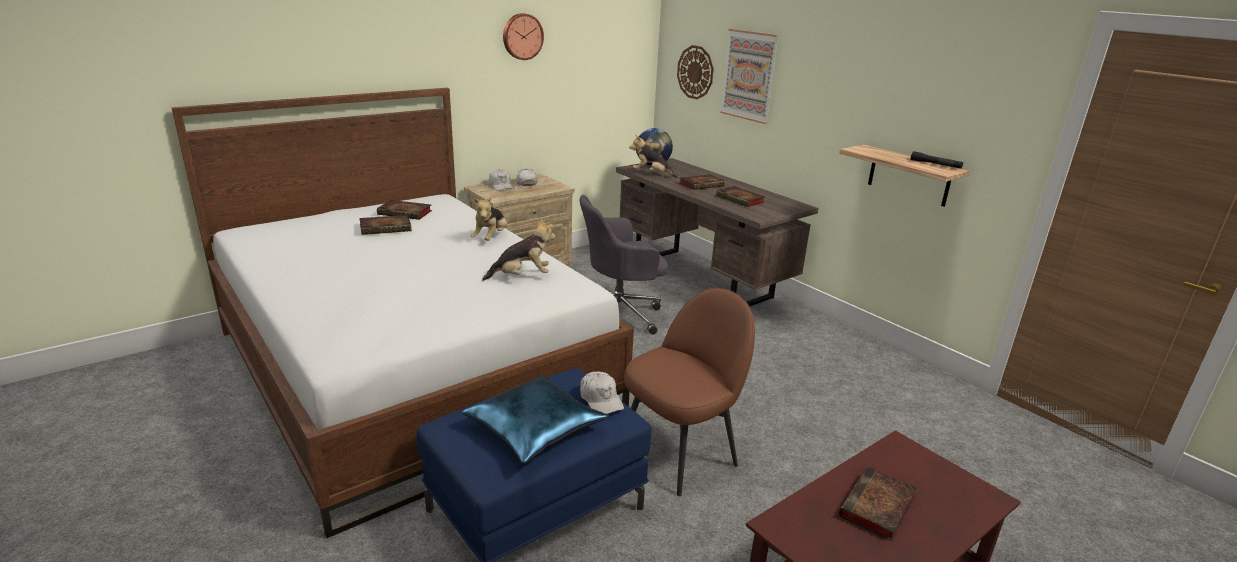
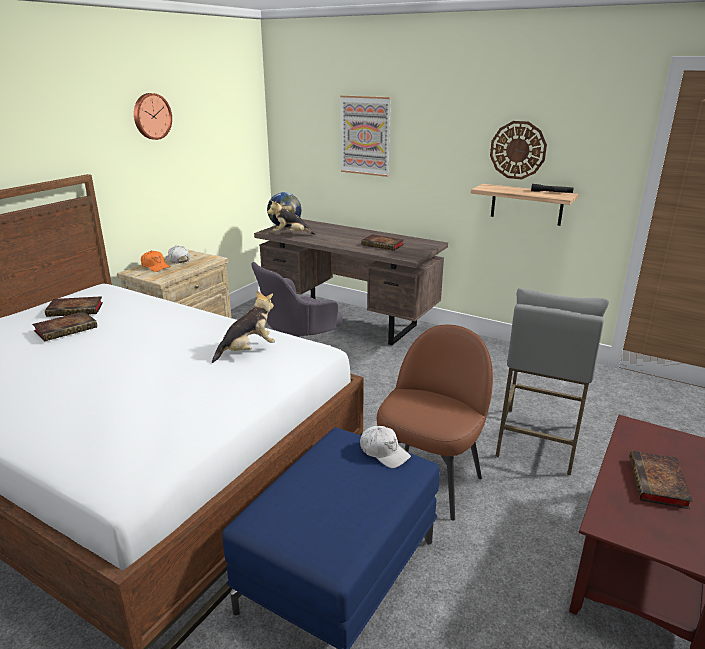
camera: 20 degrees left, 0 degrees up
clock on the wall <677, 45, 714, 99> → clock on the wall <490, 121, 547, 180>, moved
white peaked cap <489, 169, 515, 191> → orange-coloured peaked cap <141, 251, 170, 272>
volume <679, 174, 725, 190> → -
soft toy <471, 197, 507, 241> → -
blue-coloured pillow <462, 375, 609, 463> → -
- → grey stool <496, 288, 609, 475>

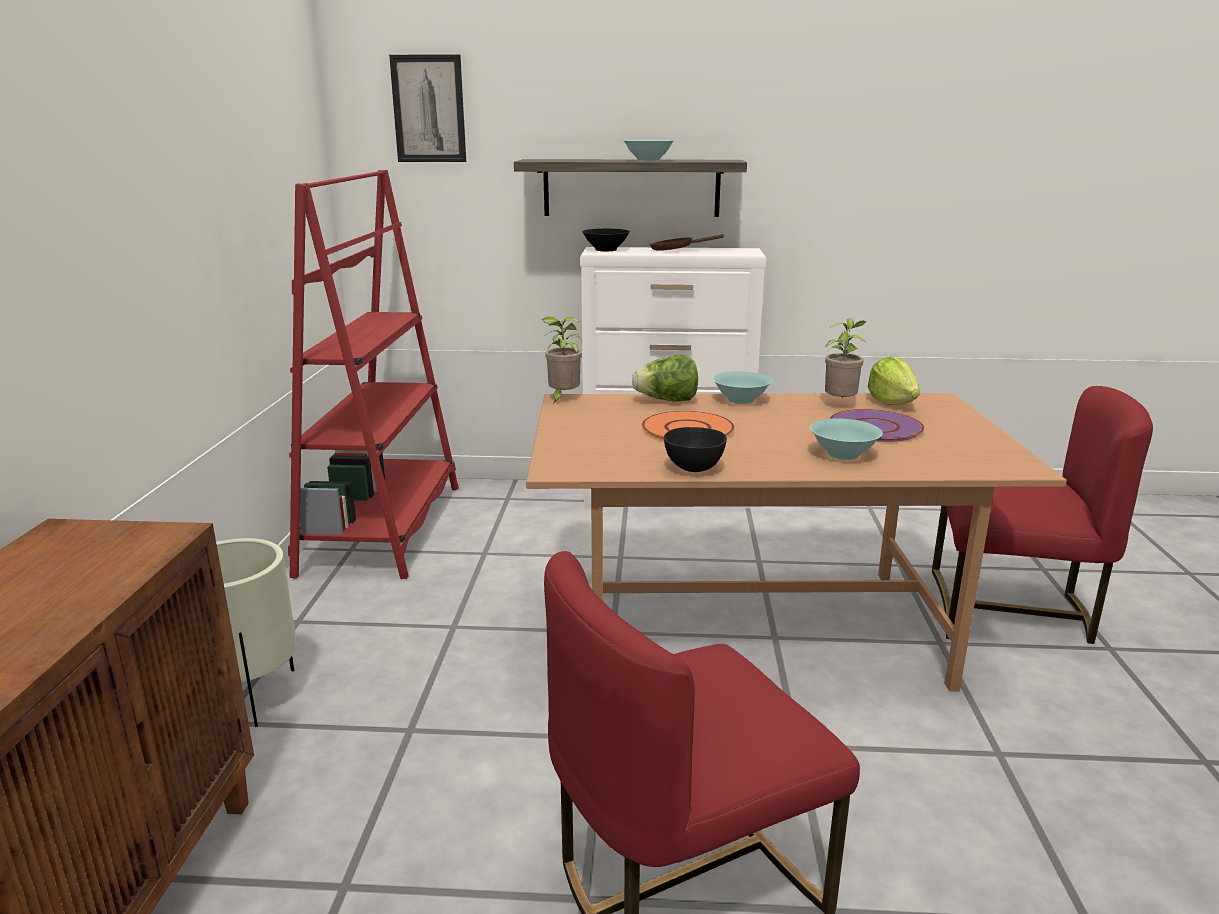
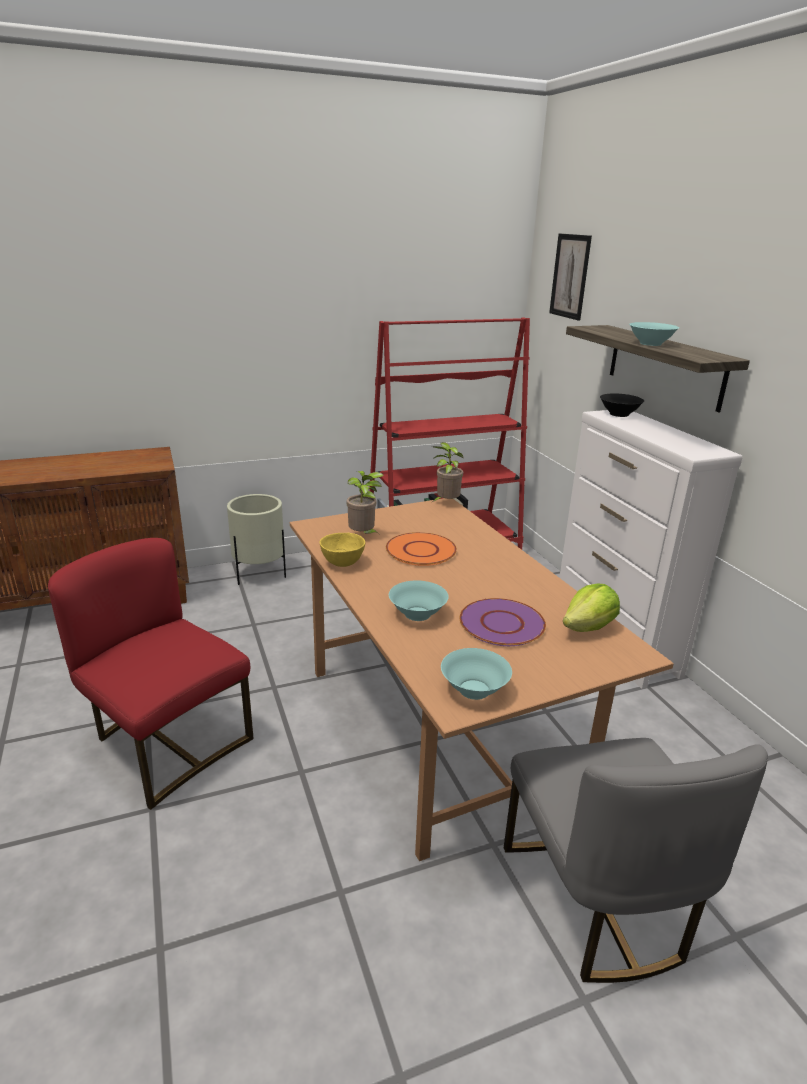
camera: 65 degrees right, 5 degrees up
brown frying pan <650, 234, 724, 251> → -
houseplant <825, 318, 866, 398> → houseplant <346, 471, 384, 535>, moved
lettuce <632, 355, 698, 402> → -
turquoise-coloured serving bowl <713, 371, 772, 404> → turquoise-coloured serving bowl <441, 648, 512, 700>, moved
red-coloured plain chair <932, 386, 1153, 644> → grey plain chair <504, 738, 768, 983>
black serving bowl <664, 427, 727, 472> → yellow-coloured serving bowl <320, 533, 365, 567>

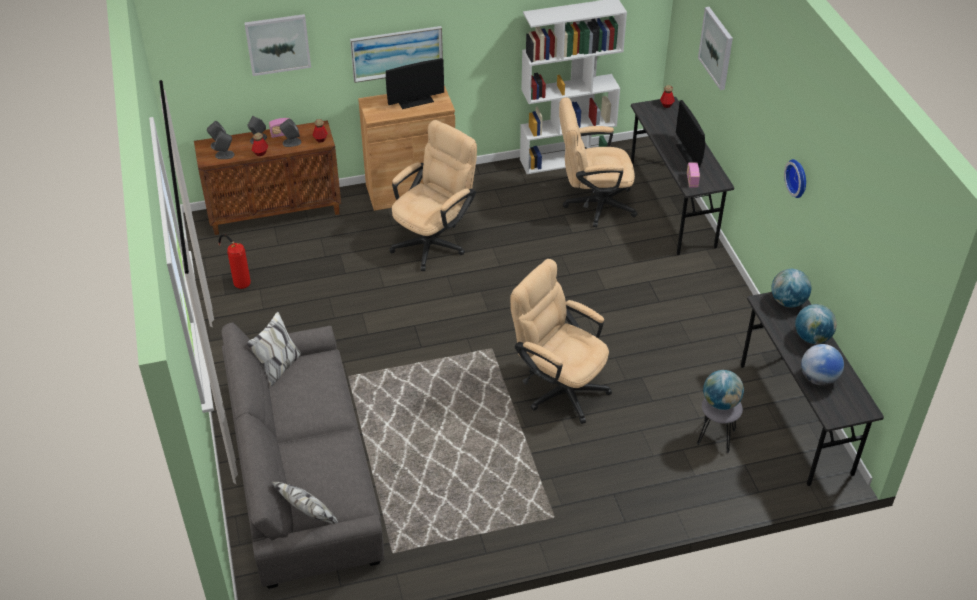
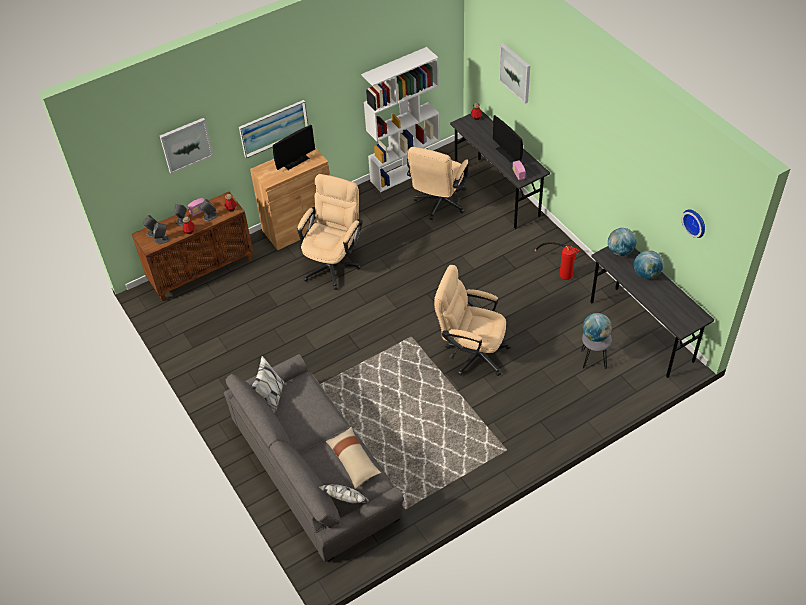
camera: 15 degrees left, 5 degrees up
beige-coloured desk chair <559, 97, 638, 227> → beige-coloured desk chair <407, 147, 469, 220>, 45 degrees counterclockwise
clock on the wall <784, 159, 806, 198> → clock on the wall <682, 209, 705, 238>, moved
extinguisher <218, 234, 251, 289> → extinguisher <535, 242, 580, 280>, moved
desk globe <801, 344, 844, 386> → -
- → beige-coloured pillow <326, 427, 381, 489>

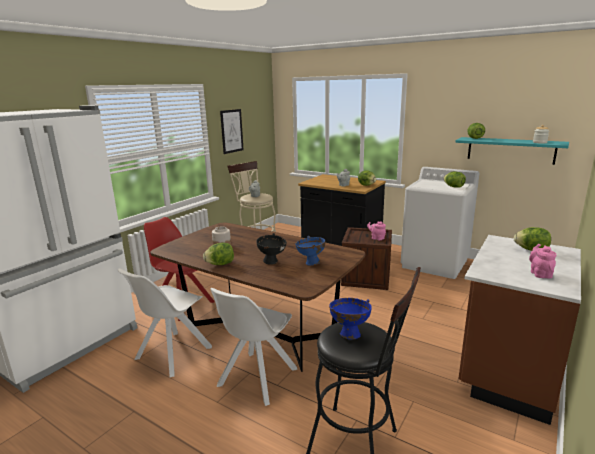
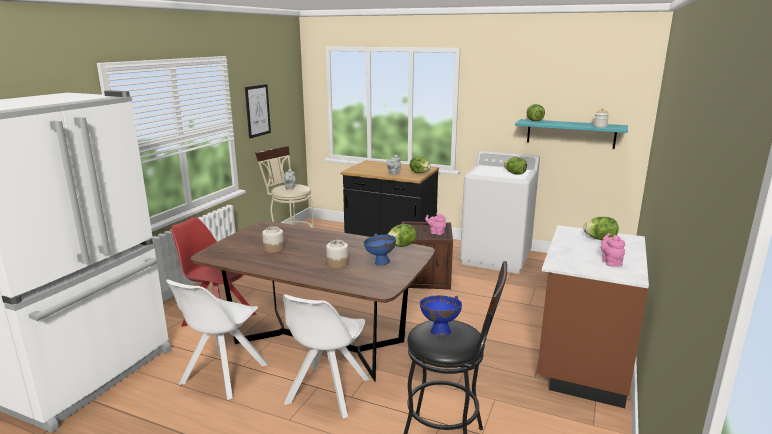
camera: 10 degrees left, 0 degrees up
black serving bowl <257, 233, 287, 265> → storage jar <326, 240, 349, 269>
lettuce <203, 243, 234, 265> → lettuce <387, 224, 416, 247>, moved

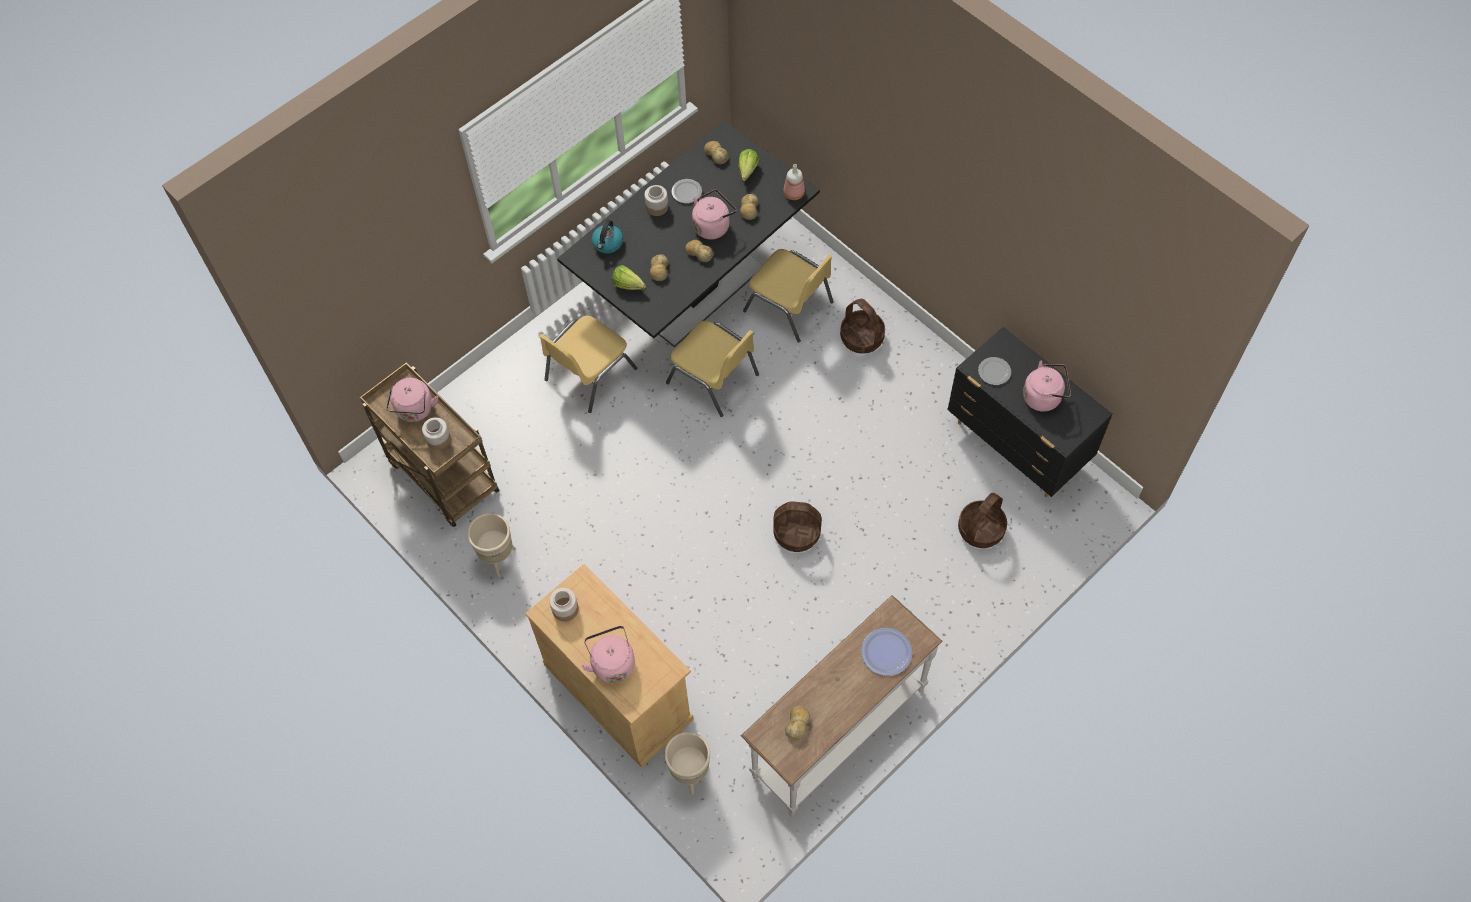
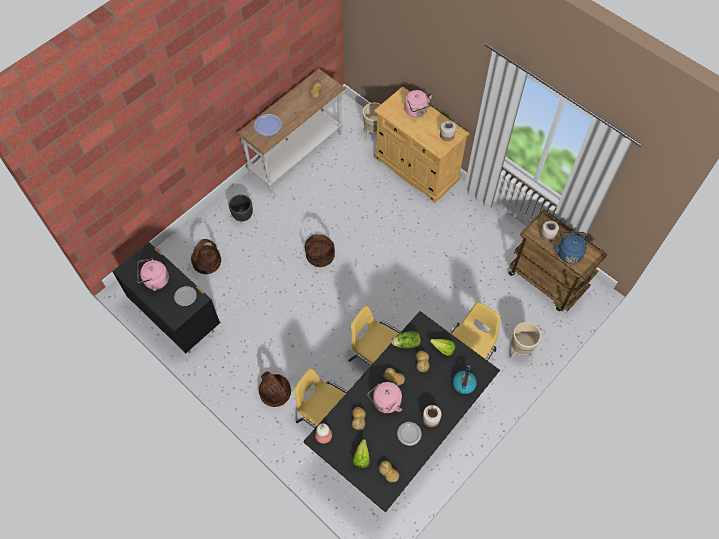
camera: 175 degrees right, 0 degrees up
pink water kettle <386, 378, 438, 422> → blue-coloured water kettle <555, 231, 587, 264>
beige-coloured flower pot <467, 513, 516, 577> → beige-coloured flower pot <510, 322, 541, 358>, moved
- → black flower pot <229, 194, 253, 222>
- → lettuce <391, 331, 421, 349>

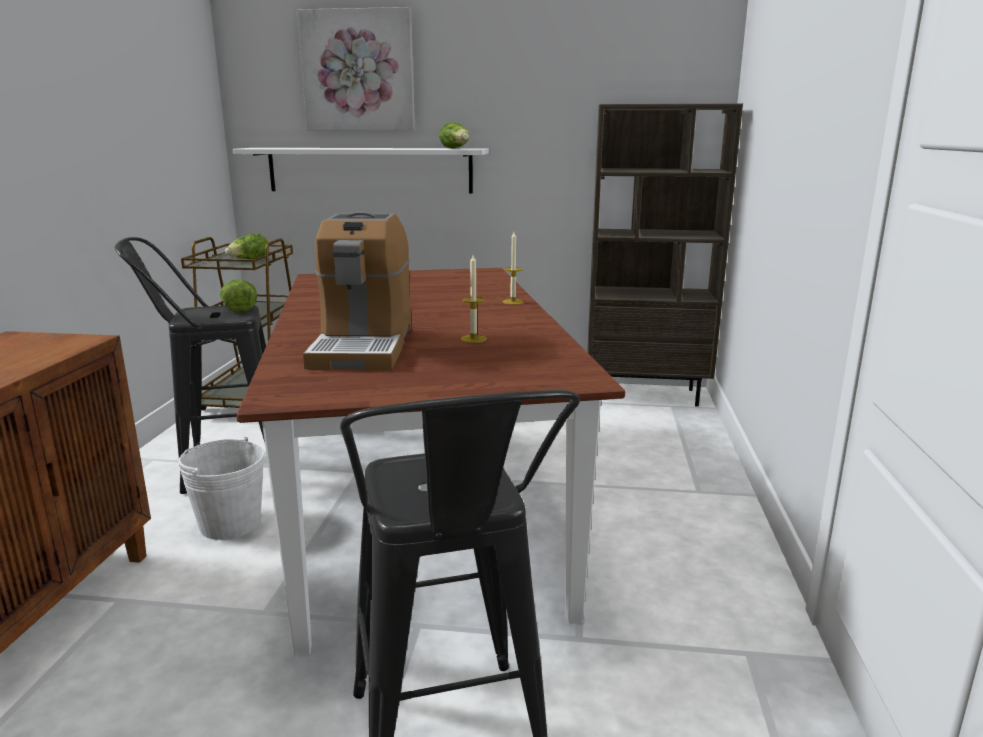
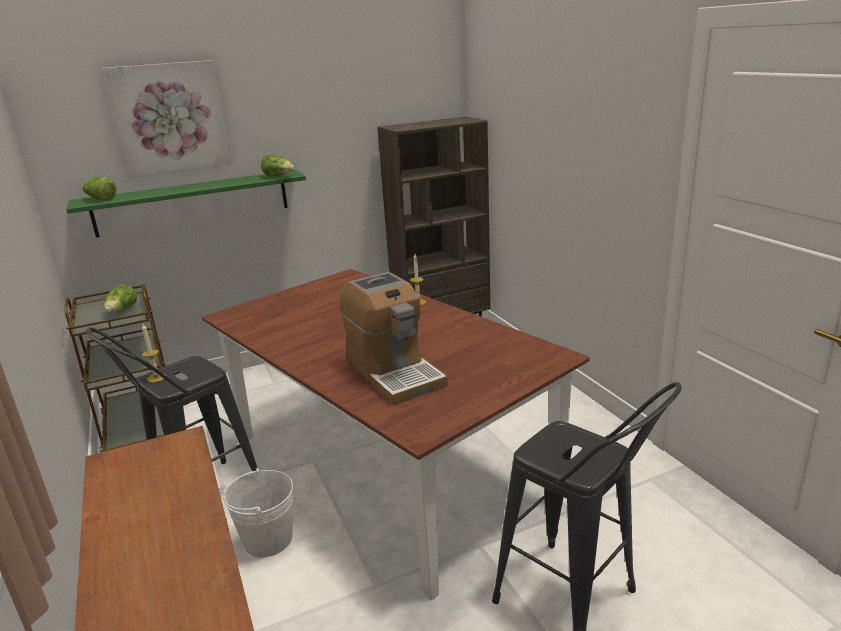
camera: 30 degrees left, 5 degrees up
white bracket shelf <233, 148, 489, 193> → greenish bracket shelf <66, 170, 306, 238>
wax light <461, 255, 487, 343> → wax light <142, 324, 166, 383>, moved
lettuce <220, 279, 257, 313> → lettuce <82, 177, 117, 201>, moved

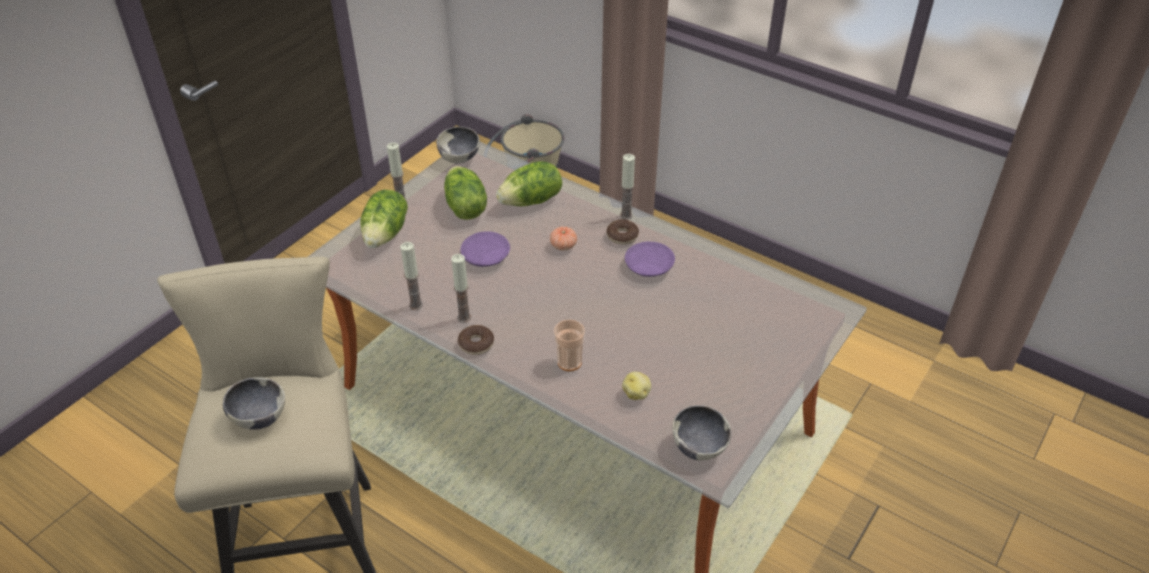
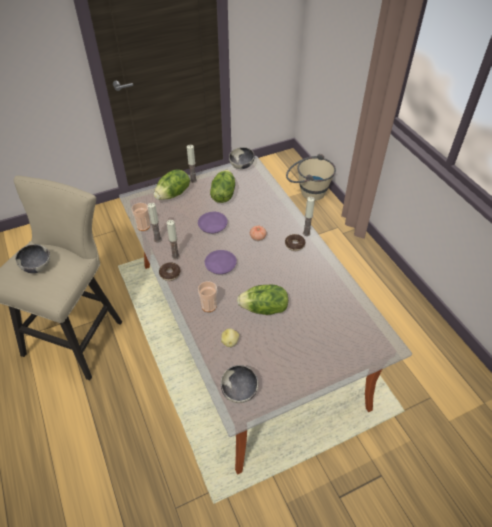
camera: 30 degrees right, 5 degrees up
lettuce <496, 162, 562, 206> → lettuce <237, 284, 288, 315>, moved
purple-coloured plate <625, 242, 675, 277> → purple-coloured plate <205, 250, 237, 274>, moved
- → small cup <131, 203, 150, 231>

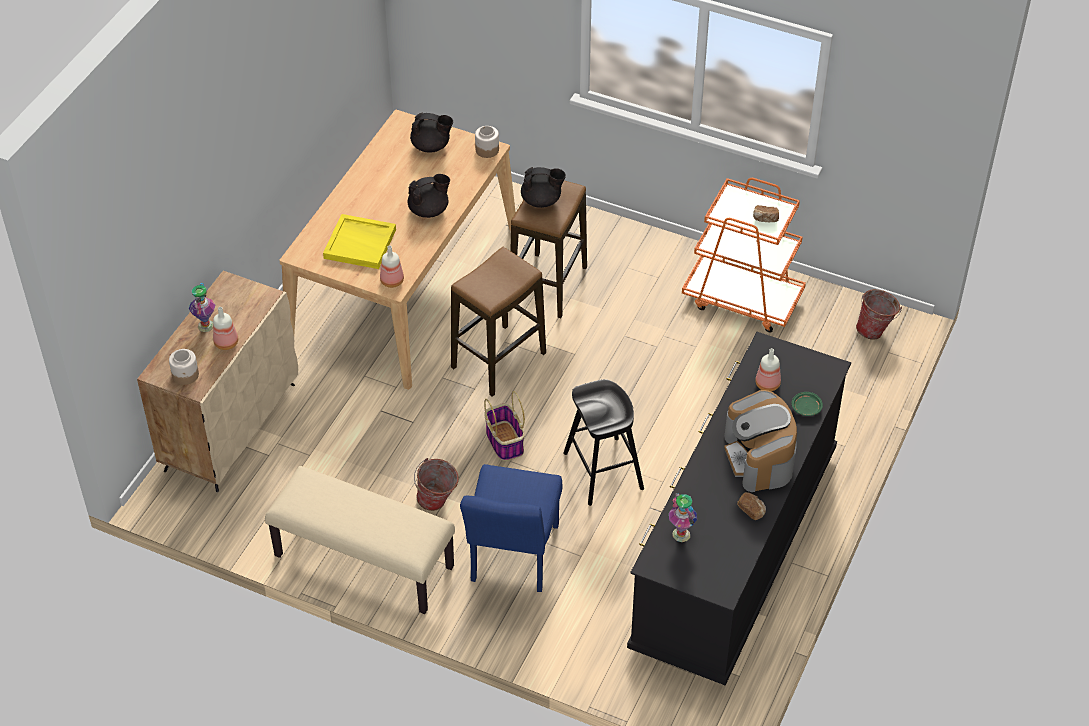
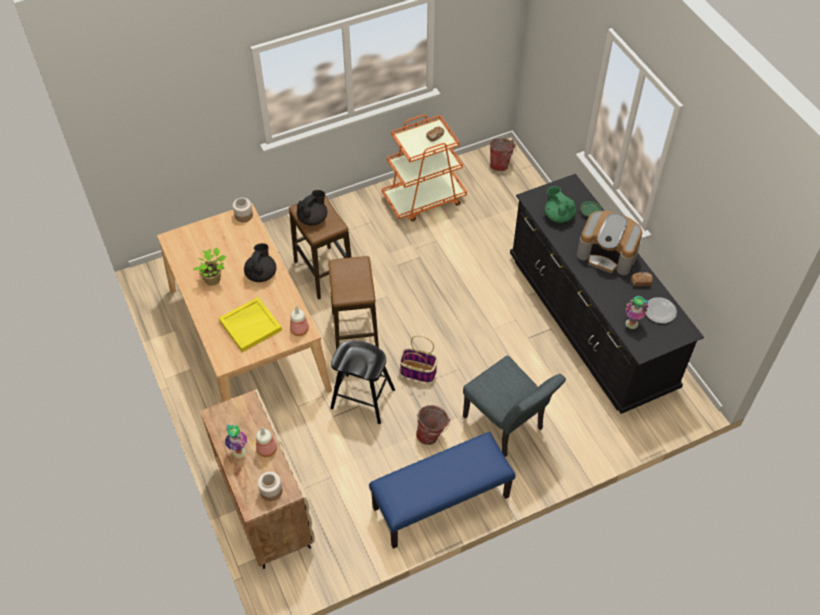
camera: 50 degrees left, 5 degrees up
black tea pot <410, 113, 453, 153> → -
bottle <755, 348, 781, 391> → greenish tea pot <545, 186, 576, 223>
black stool <563, 379, 644, 506> → black stool <330, 341, 395, 424>, moved
blue-coloured plain chair <460, 464, 563, 592> → grey plain chair <463, 355, 566, 457>
beige-coloured long seat <265, 466, 455, 614> → blue-coloured long seat <369, 432, 515, 549>
- → houseplant <193, 247, 226, 286>
- → plate <646, 297, 677, 323>

